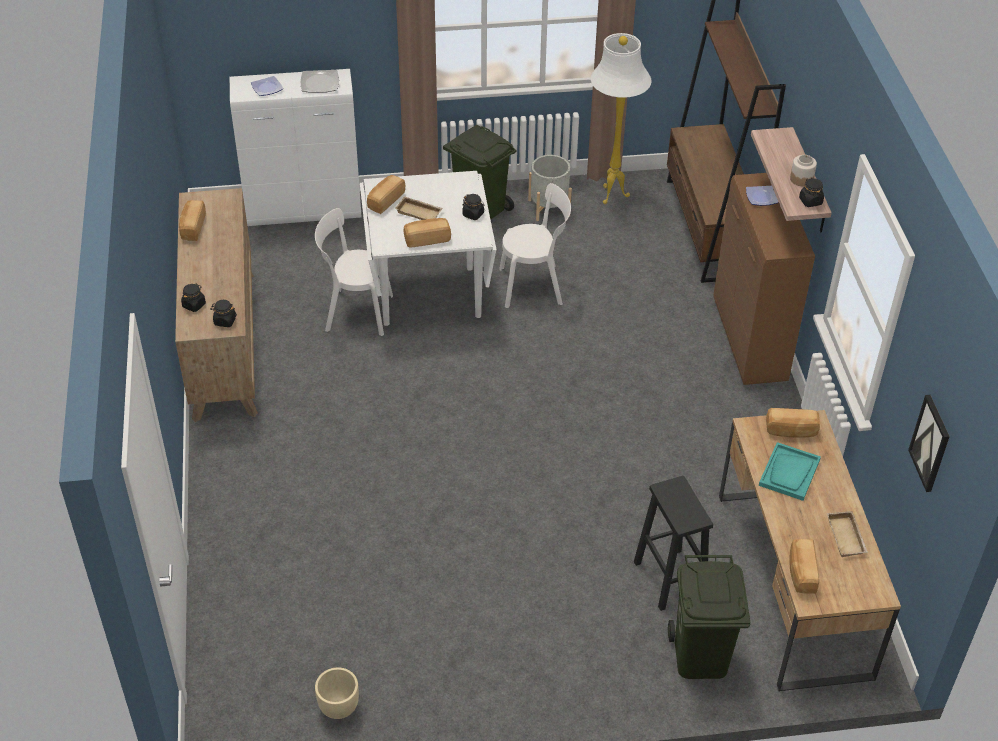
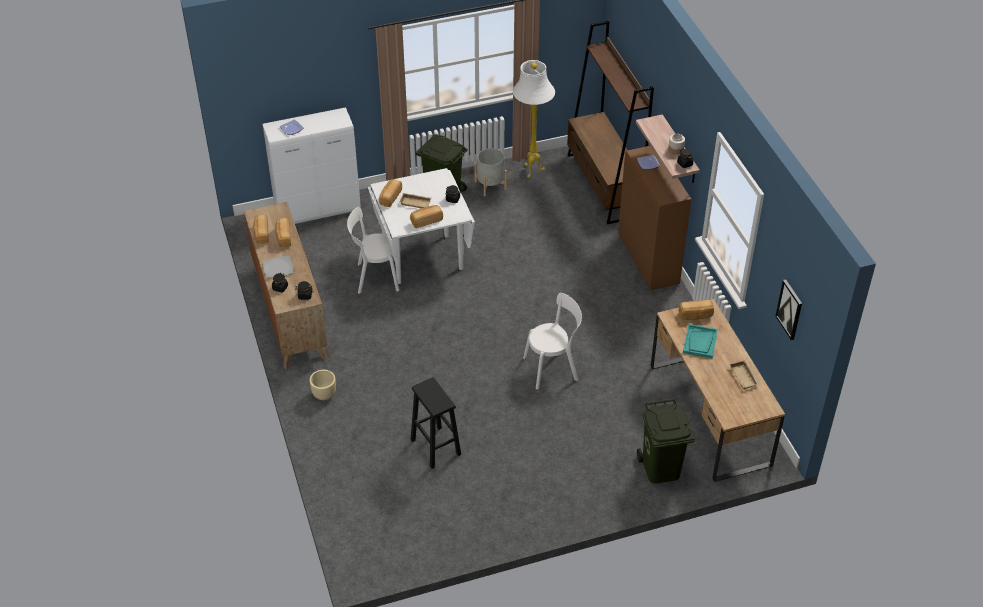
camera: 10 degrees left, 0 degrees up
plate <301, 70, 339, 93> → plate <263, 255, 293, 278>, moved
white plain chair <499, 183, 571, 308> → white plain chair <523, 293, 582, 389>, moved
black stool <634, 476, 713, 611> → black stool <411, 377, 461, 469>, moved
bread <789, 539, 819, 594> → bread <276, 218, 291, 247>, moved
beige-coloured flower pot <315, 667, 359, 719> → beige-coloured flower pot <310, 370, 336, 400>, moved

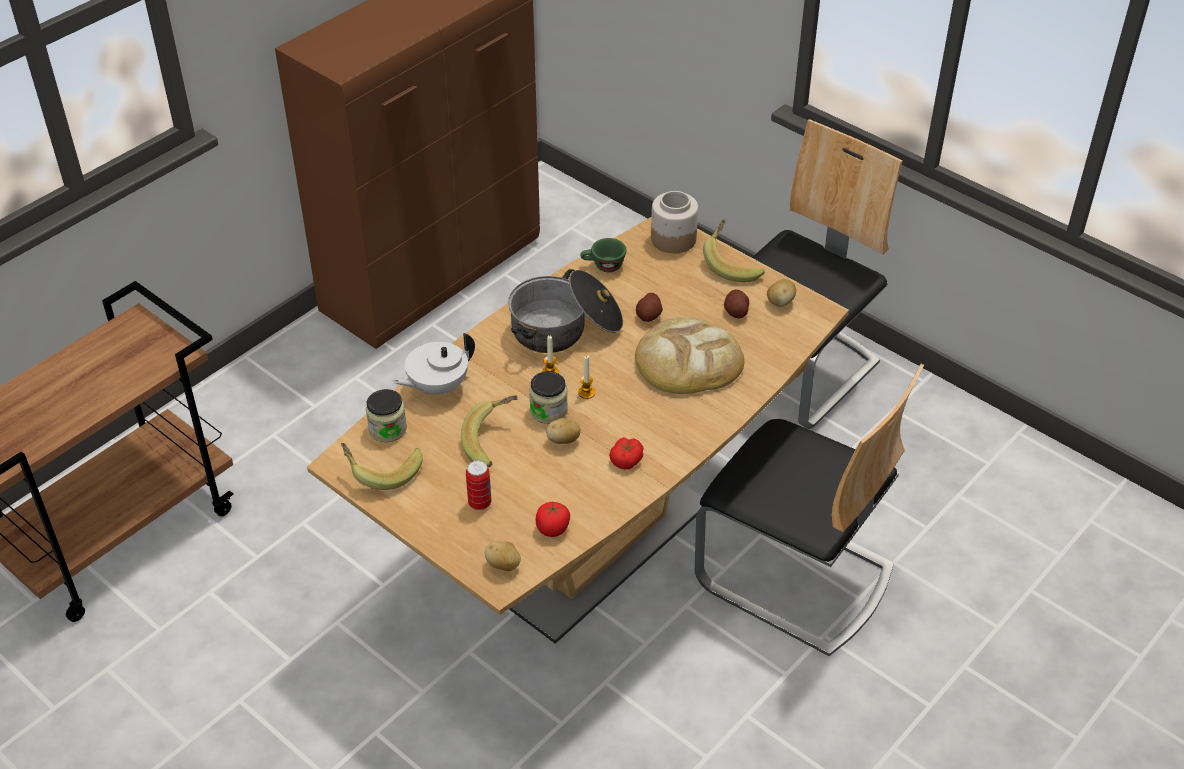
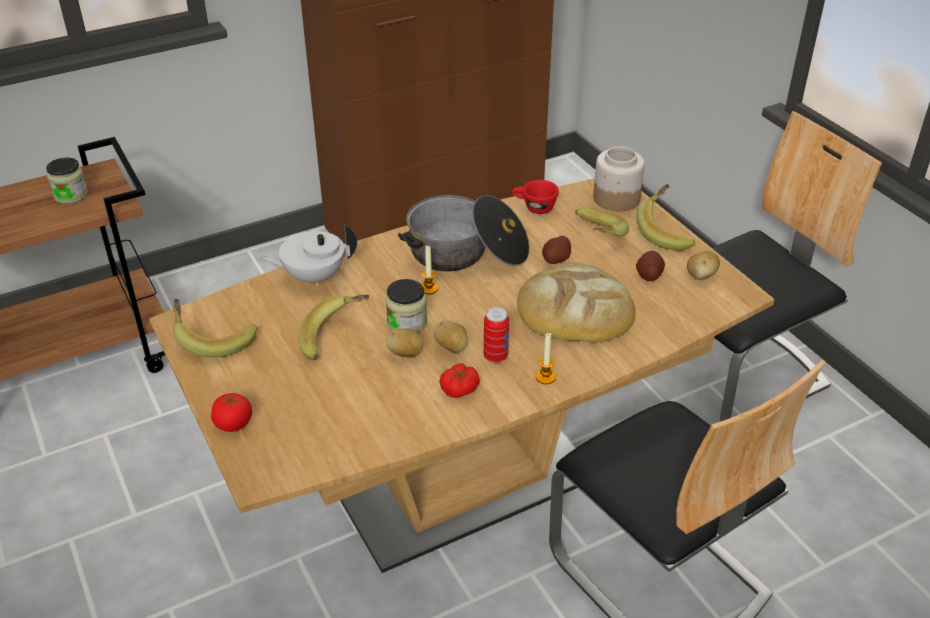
camera: 20 degrees right, 5 degrees down
greenish small cup <580, 238, 627, 272> → red-coloured small cup <512, 180, 559, 214>
wax light <578, 355, 595, 399> → wax light <536, 333, 556, 384>, moved
storage jar <366, 389, 407, 442> → storage jar <46, 157, 88, 204>, moved
sealed can <466, 460, 491, 510> → sealed can <484, 307, 509, 363>, moved
tomato <535, 502, 570, 537> → tomato <211, 393, 252, 432>, moved
spud <485, 541, 521, 571> → spud <434, 320, 468, 353>, moved
- → banana fruit <575, 207, 629, 236>

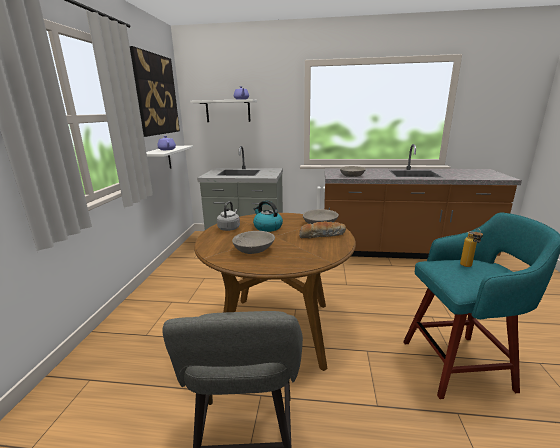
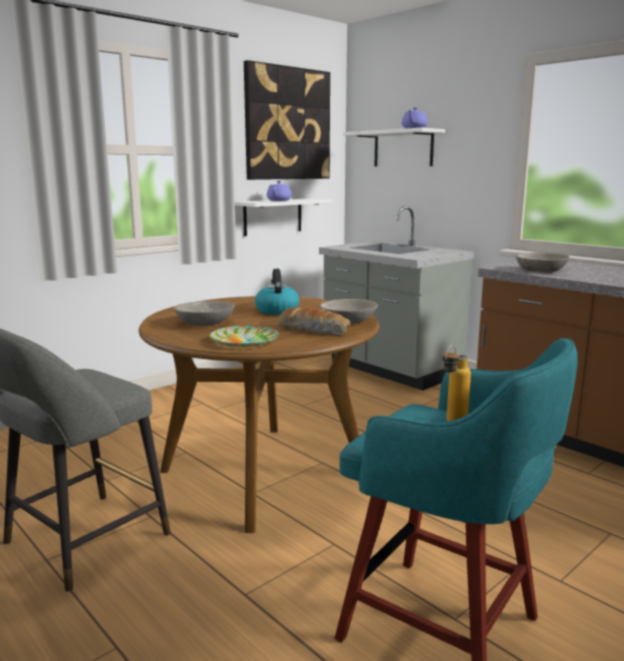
camera: 40 degrees right, 5 degrees down
grey water kettle <217, 201, 240, 231> → -
- → plate <210, 325, 279, 347>

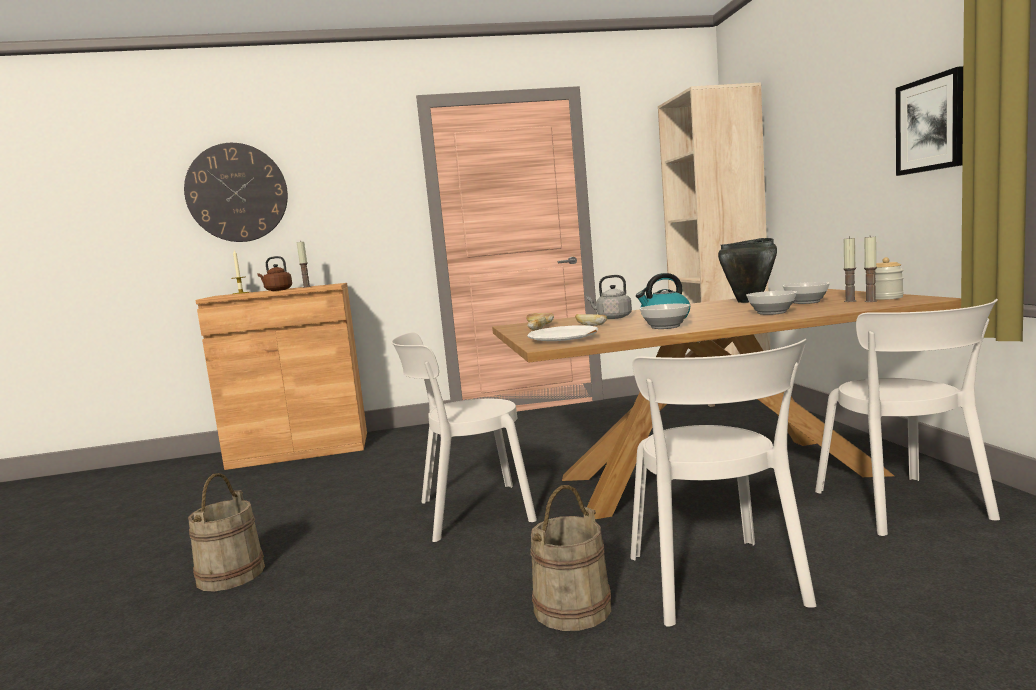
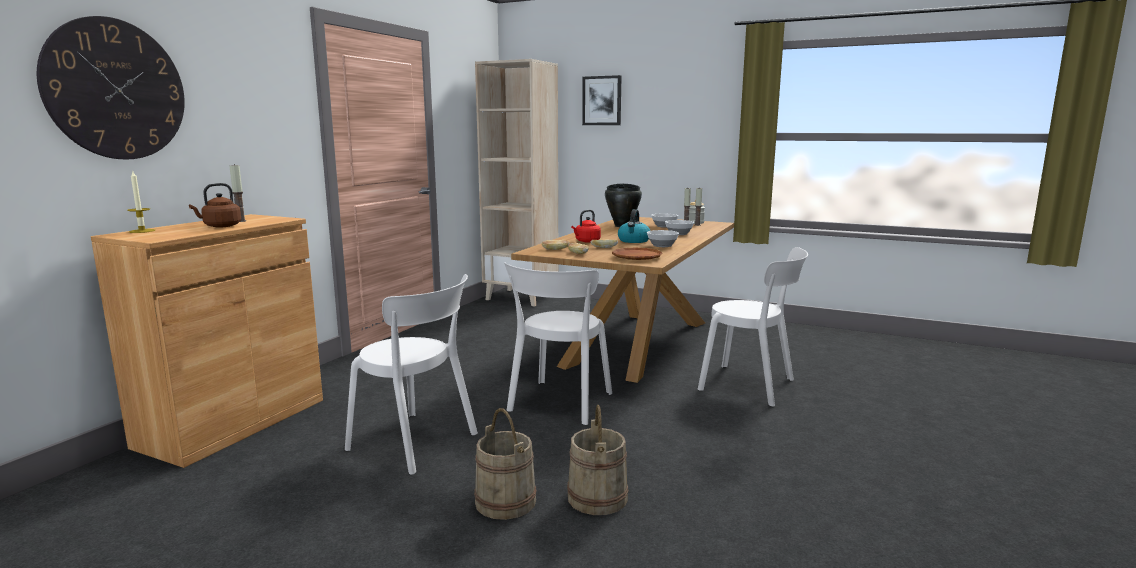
camera: 55 degrees left, 5 degrees up
picture <896, 66, 963, 176> → picture <582, 75, 622, 125>, moved
grey water kettle <586, 275, 632, 319> → red-coloured water kettle <571, 210, 601, 242>
white plain chair <815, 299, 1000, 536> → white plain chair <345, 274, 478, 475>, moved
white plate <527, 325, 598, 341> → brown plate <612, 248, 662, 260>
beige-coloured water bucket <531, 485, 611, 631> → beige-coloured water bucket <567, 405, 629, 515>, moved

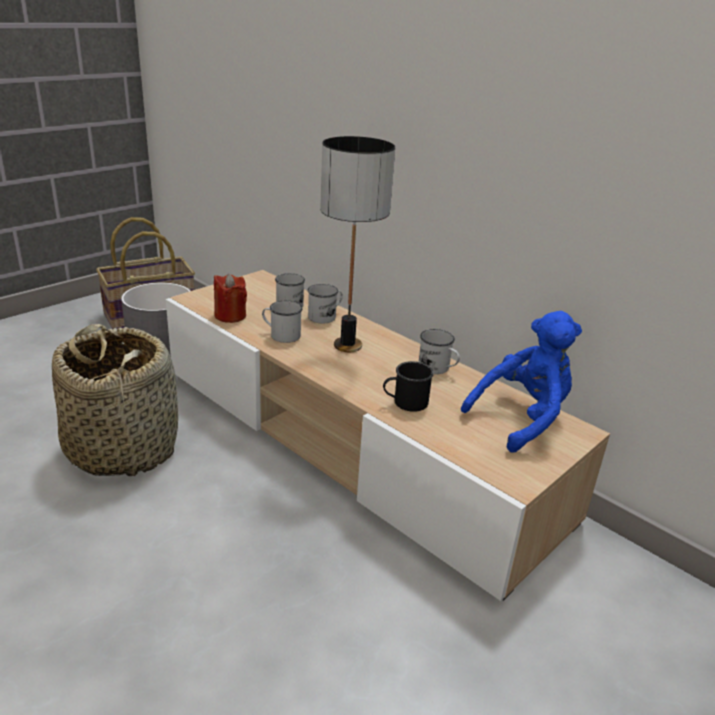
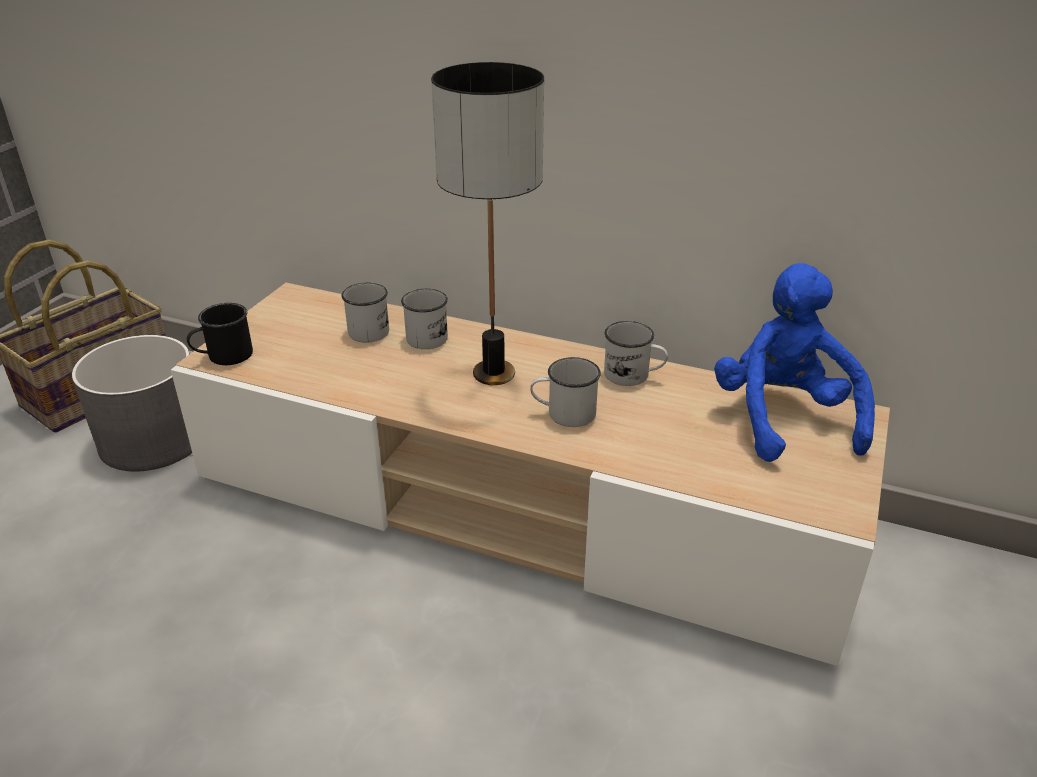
camera: 20 degrees left, 5 degrees up
red-coloured wax light <214, 274, 247, 323> → -
white tea mug <262, 301, 303, 343> → white tea mug <530, 357, 601, 427>, moved
blue-coloured soft toy <461, 311, 582, 453> → blue-coloured soft toy <714, 263, 875, 462>, 45 degrees counterclockwise
household basket <52, 324, 178, 476> → -
black tea mug <383, 361, 434, 412> → black tea mug <187, 303, 253, 365>, moved

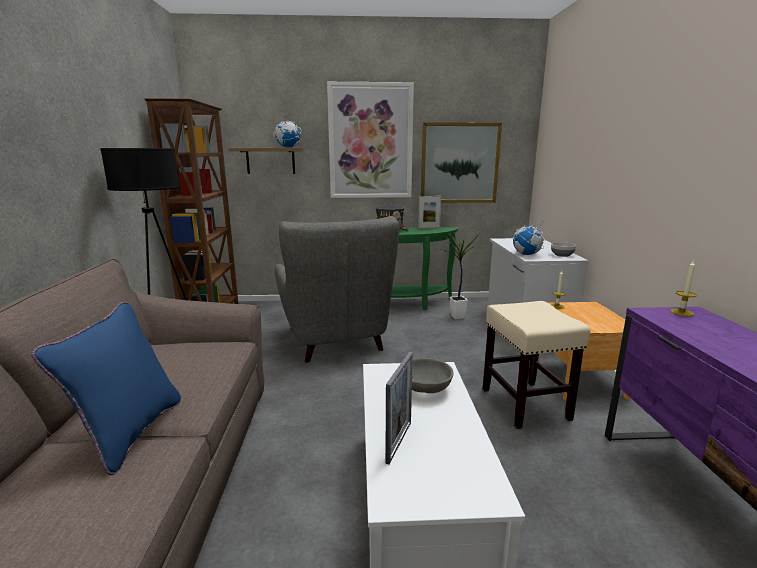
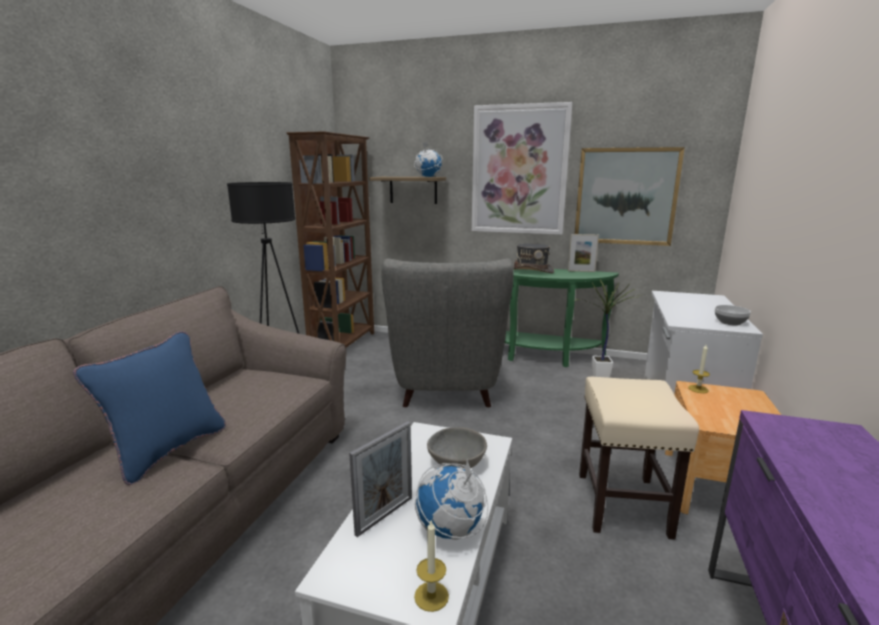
camera: 20 degrees right, 0 degrees up
desk globe <513, 218, 545, 255> → desk globe <415, 459, 488, 540>, moved
wax light <670, 260, 697, 316> → wax light <414, 521, 449, 612>, moved

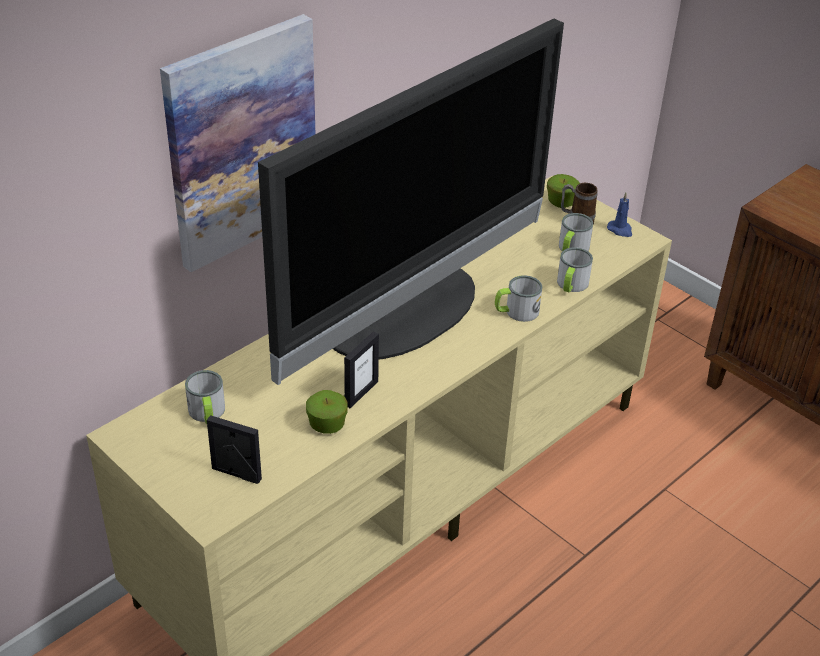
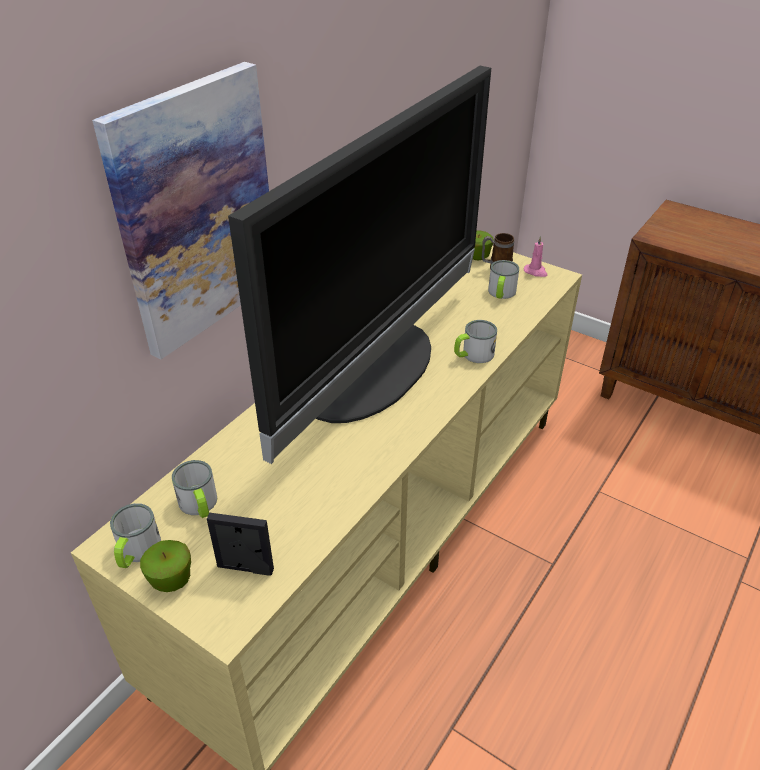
camera: 10 degrees left, 0 degrees up
blue-coloured wax light <607, 193, 632, 237> → pink wax light <524, 236, 547, 277>
tea mug <557, 247, 593, 292> → tea mug <110, 503, 161, 568>, moved
standing frame <344, 331, 379, 408> → -
apple <306, 390, 348, 434> → apple <140, 540, 191, 592>, moved

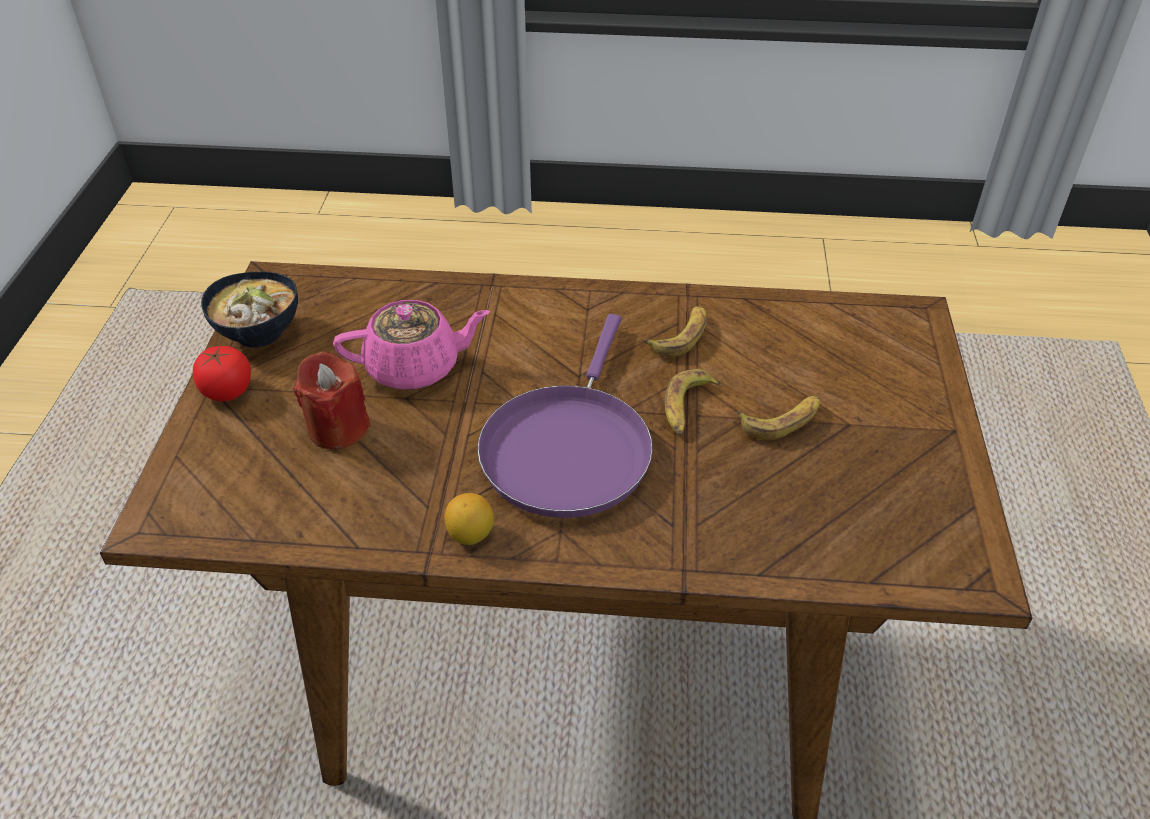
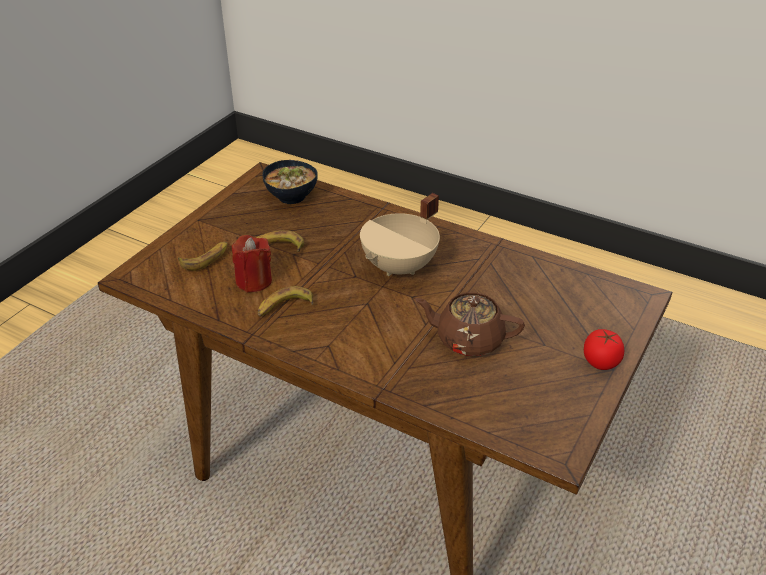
camera: 155 degrees left, 5 degrees down
serving bowl <201, 271, 298, 347> → serving bowl <262, 160, 318, 204>, moved
pink tea pot <333, 300, 491, 390> → brown tea pot <415, 292, 525, 356>
purple-coloured frying pan <477, 314, 653, 518> → beige-coloured stockpot <360, 193, 440, 276>
red-coloured wax light <293, 351, 371, 449> → red-coloured wax light <232, 235, 272, 292>, moved
banana fruit <665, 369, 722, 436> → banana fruit <178, 242, 227, 271>, moved
citrus fruit <444, 493, 494, 545> → -

